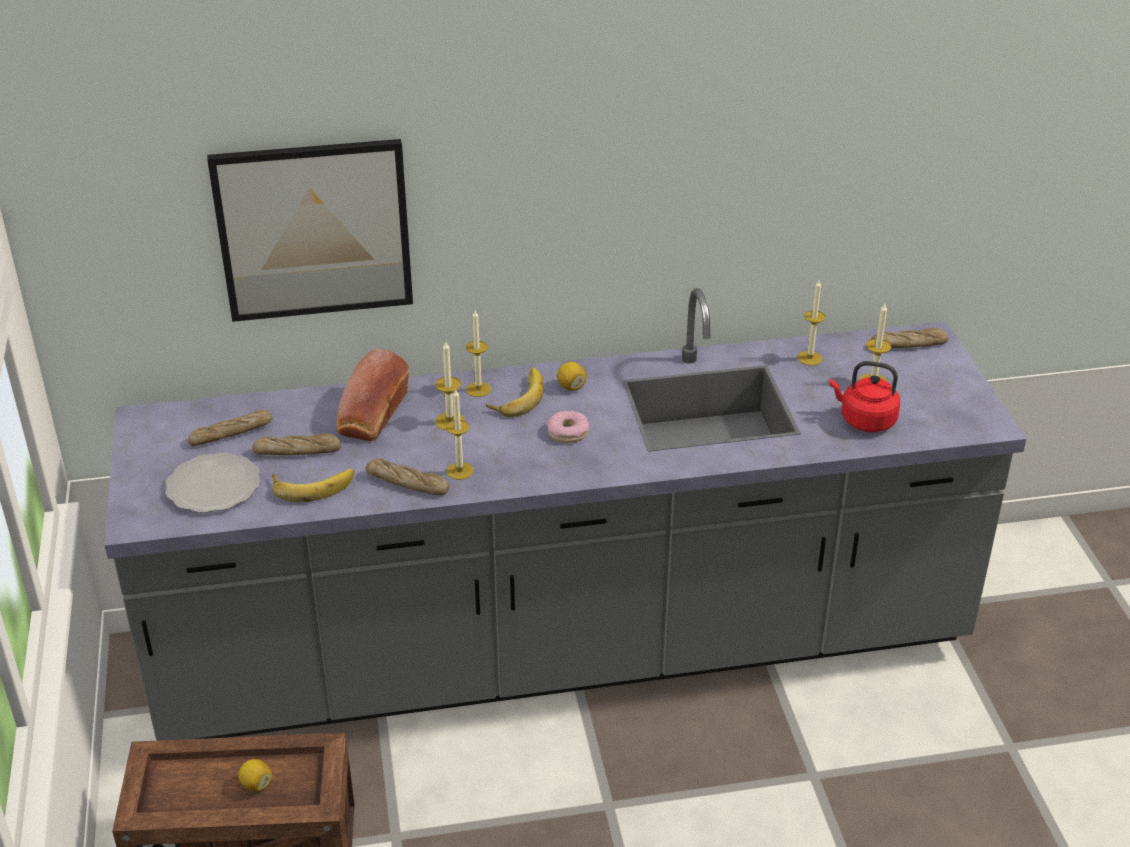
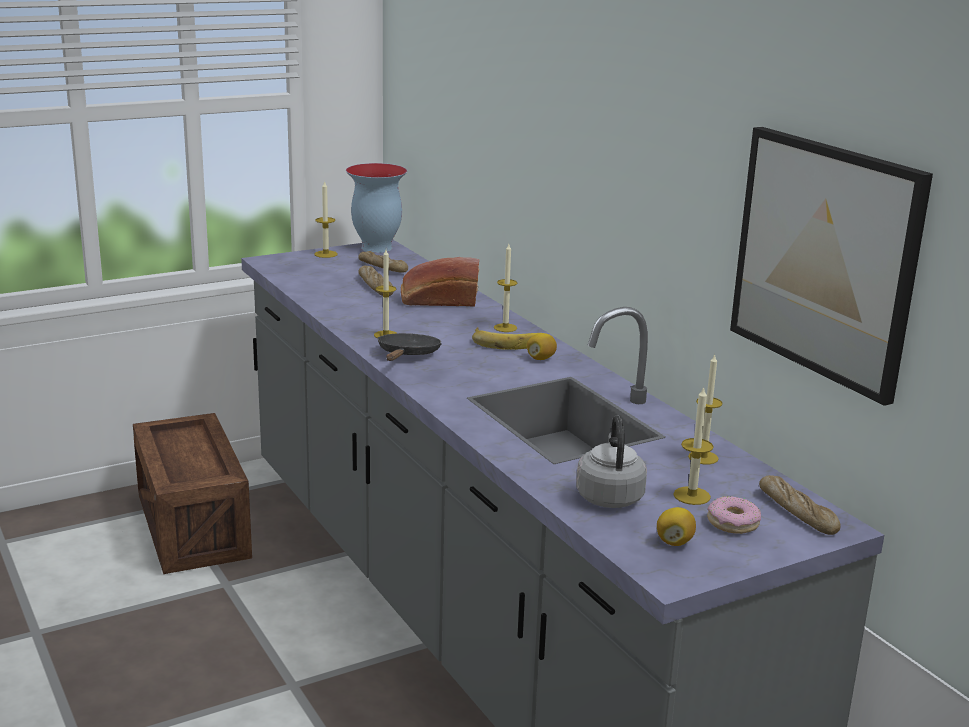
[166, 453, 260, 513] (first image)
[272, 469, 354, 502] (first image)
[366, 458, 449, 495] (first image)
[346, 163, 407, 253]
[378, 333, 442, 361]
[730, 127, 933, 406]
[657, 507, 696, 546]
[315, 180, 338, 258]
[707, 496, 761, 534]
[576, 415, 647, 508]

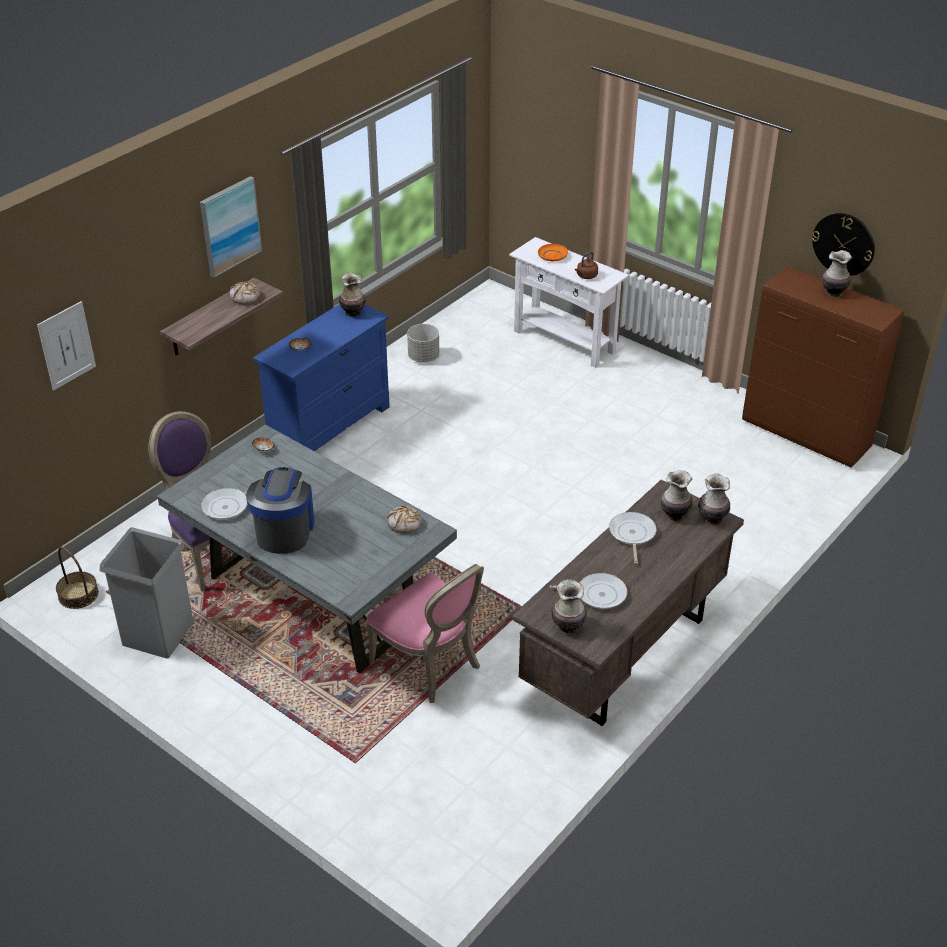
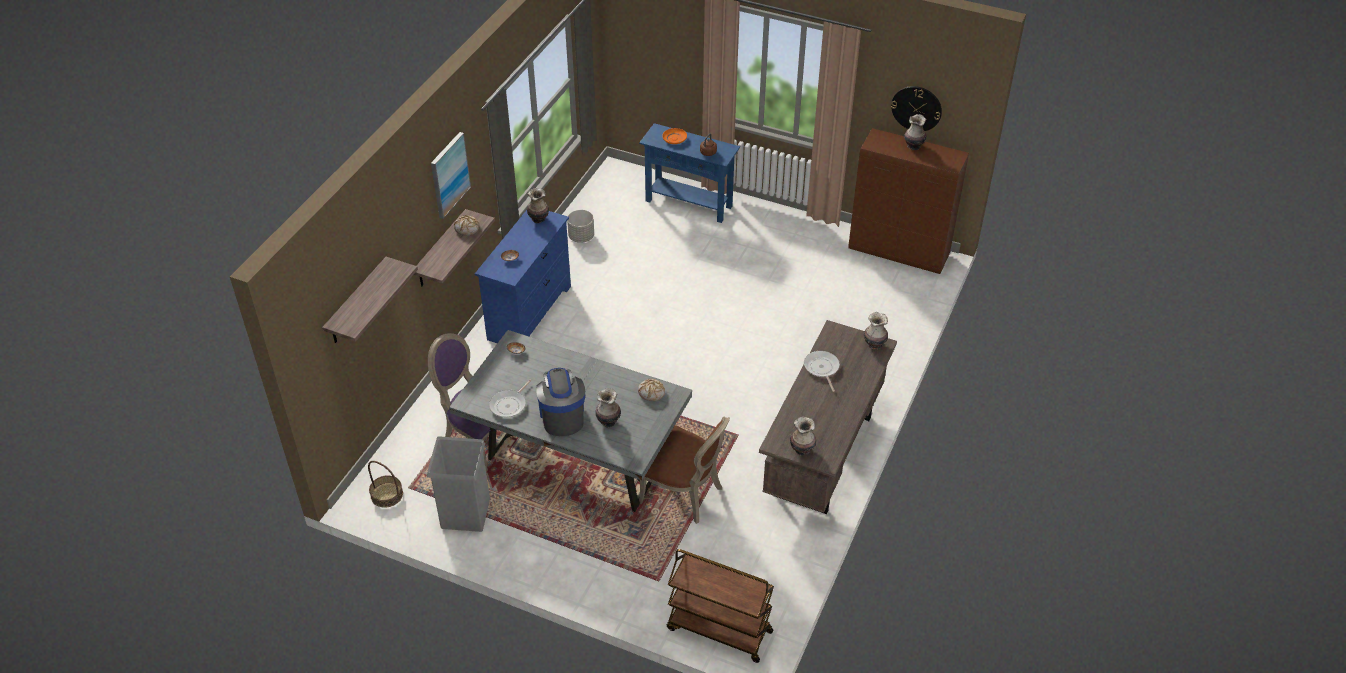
[550, 573, 627, 609] (first image)
[667, 549, 774, 663]
[595, 388, 621, 427]
[322, 257, 418, 343]
[639, 416, 730, 524]
[639, 123, 740, 223]

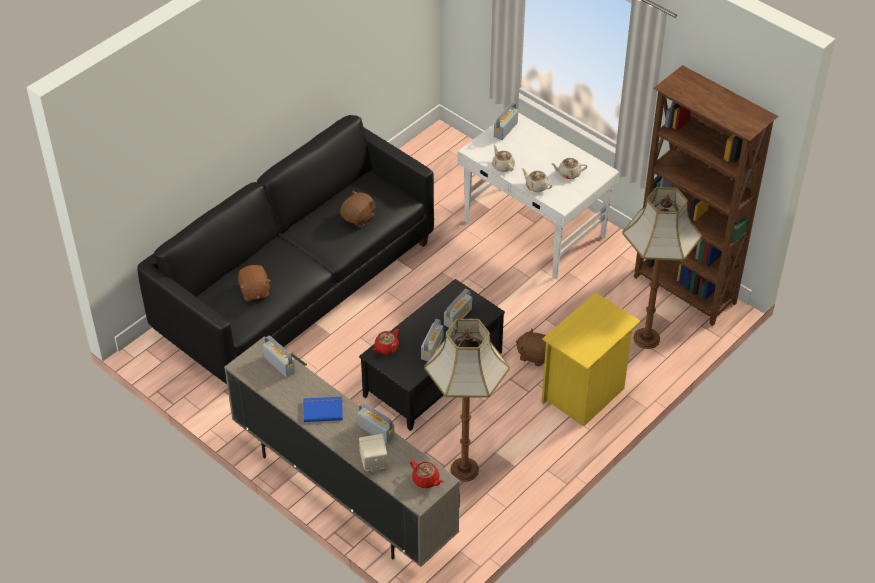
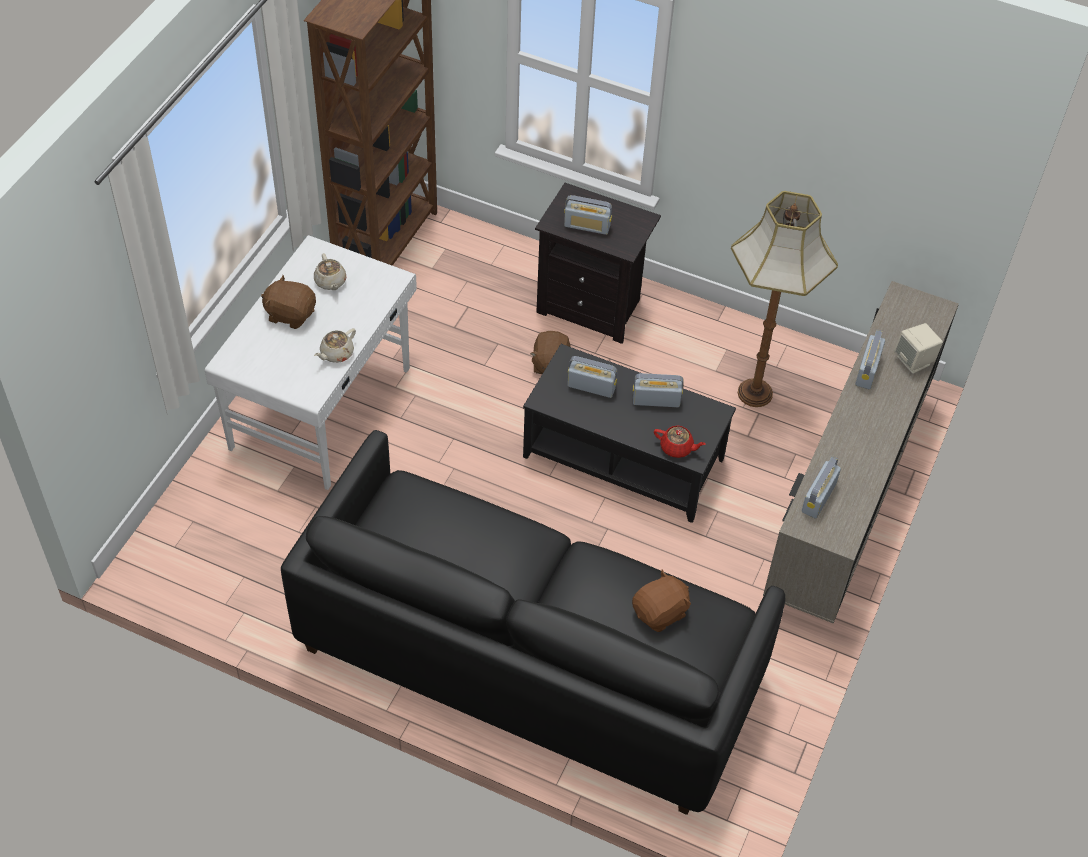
[303, 397, 343, 422] (first image)
[410, 461, 444, 488] (first image)
[521, 168, 552, 192] (first image)
[623, 187, 702, 349] (first image)
[261, 275, 316, 329]
[564, 195, 612, 235]
[535, 183, 661, 344]

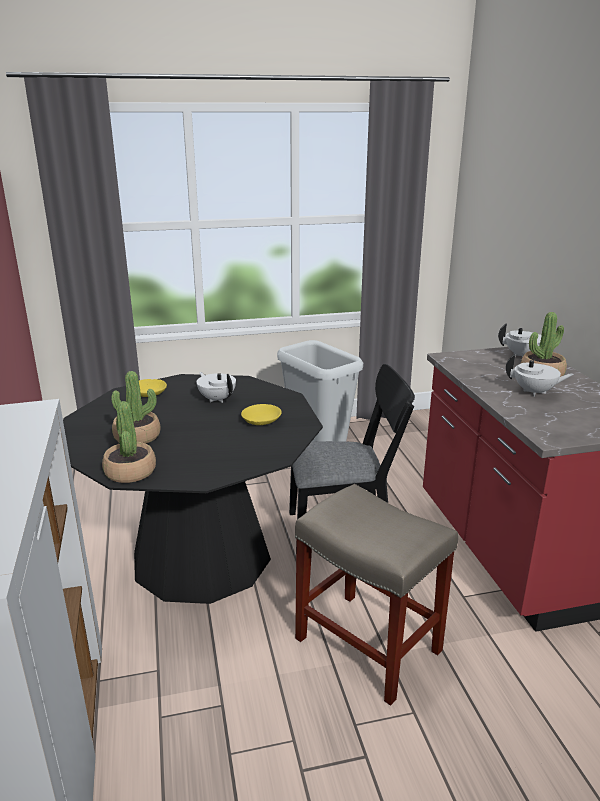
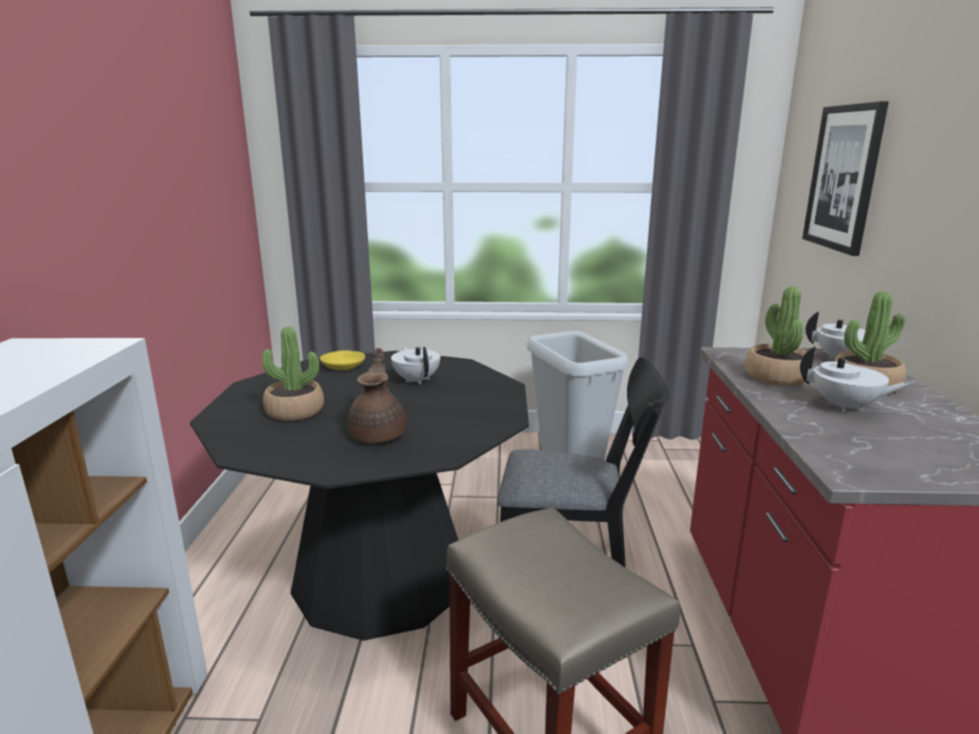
[241, 404, 282, 425] (first image)
[348, 348, 407, 443]
[802, 101, 889, 256]
[745, 286, 813, 386]

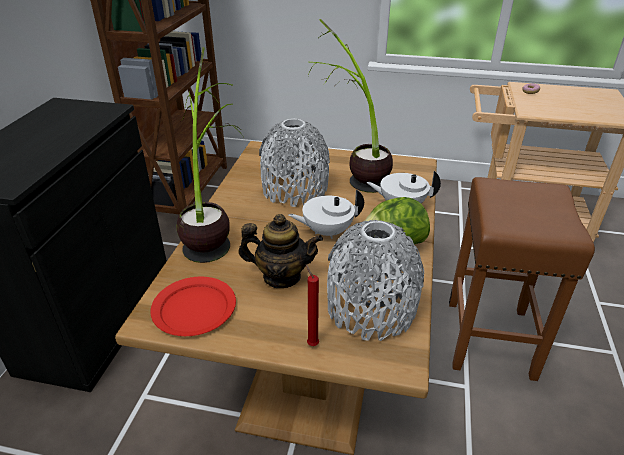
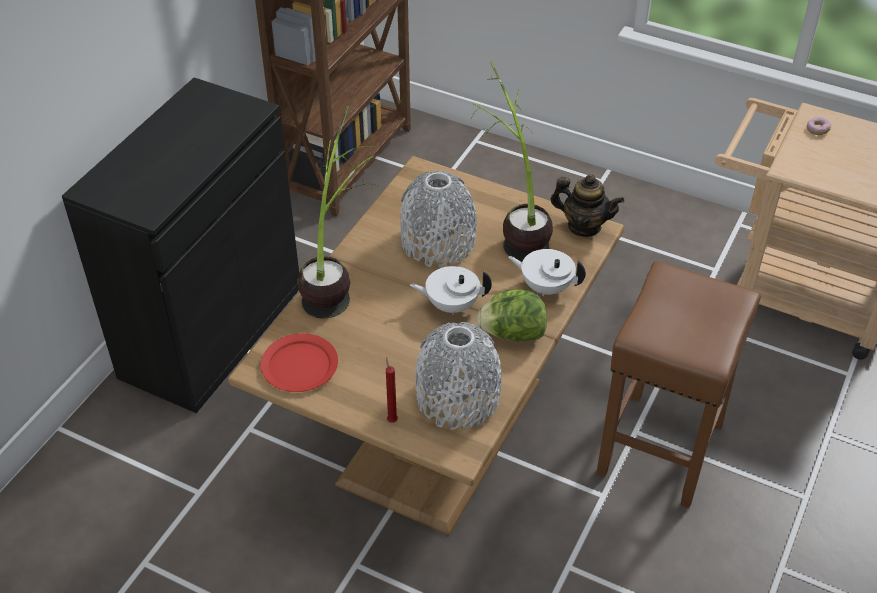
[550, 174, 624, 237]

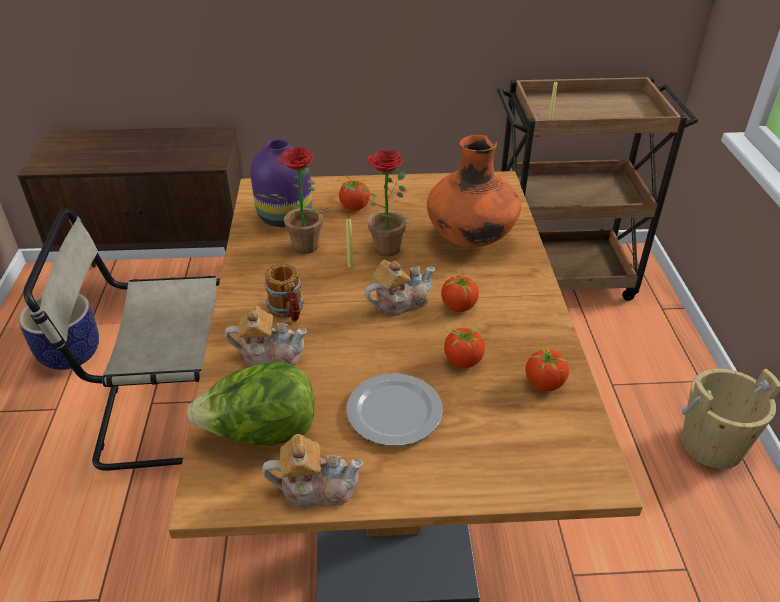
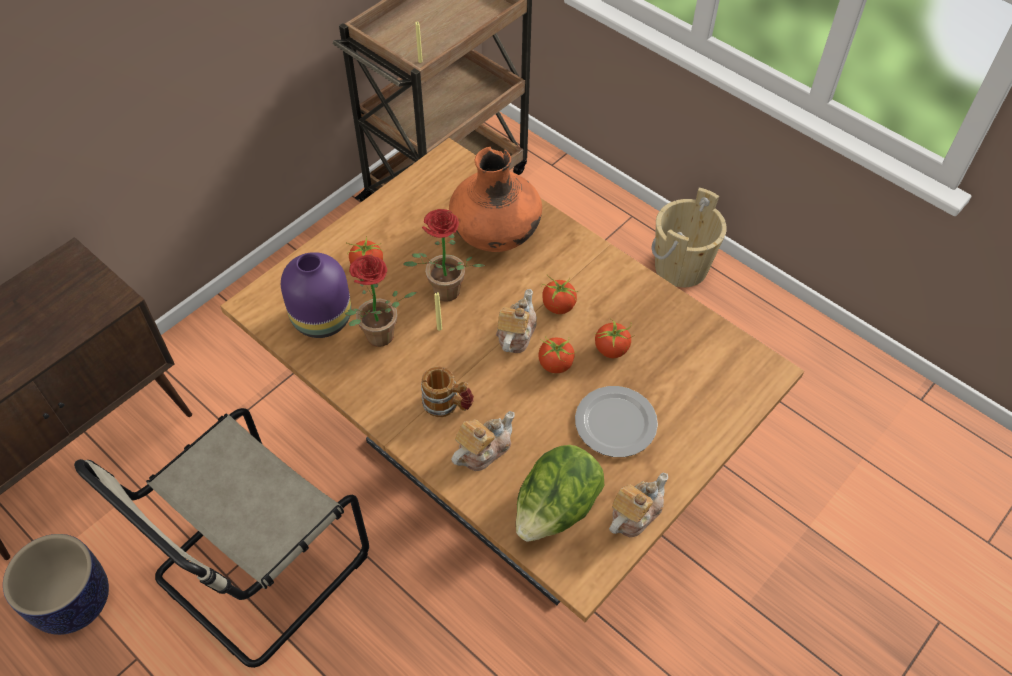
[538, 336, 576, 373]

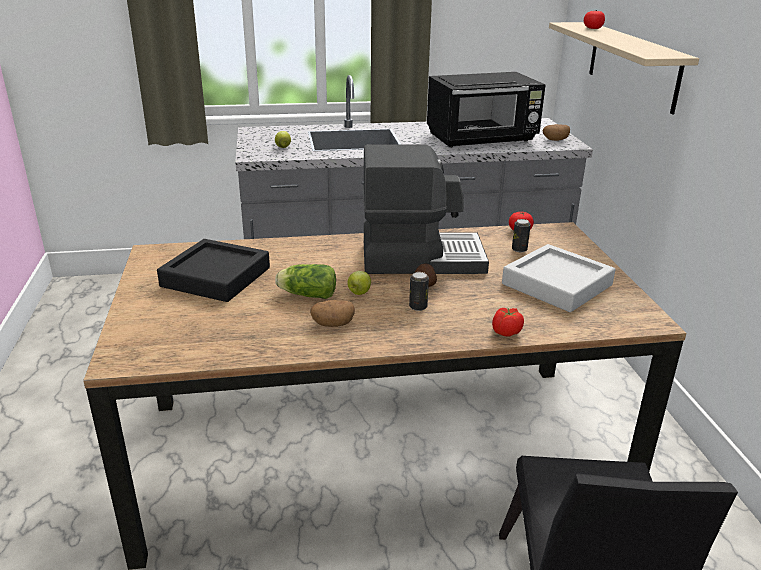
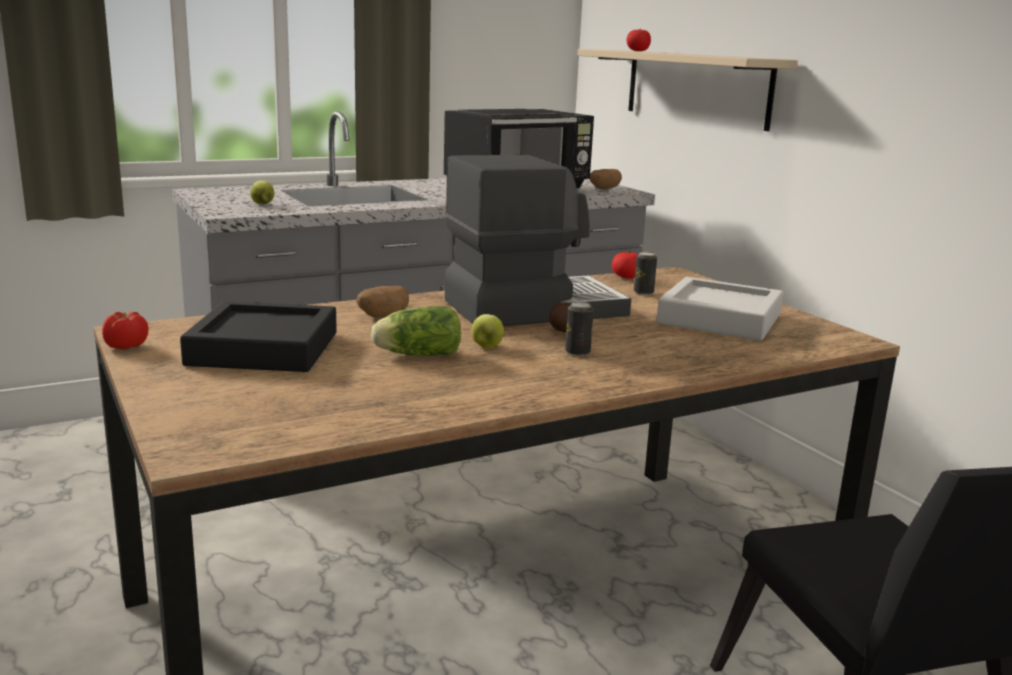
[356, 286, 409, 318]
[102, 312, 149, 350]

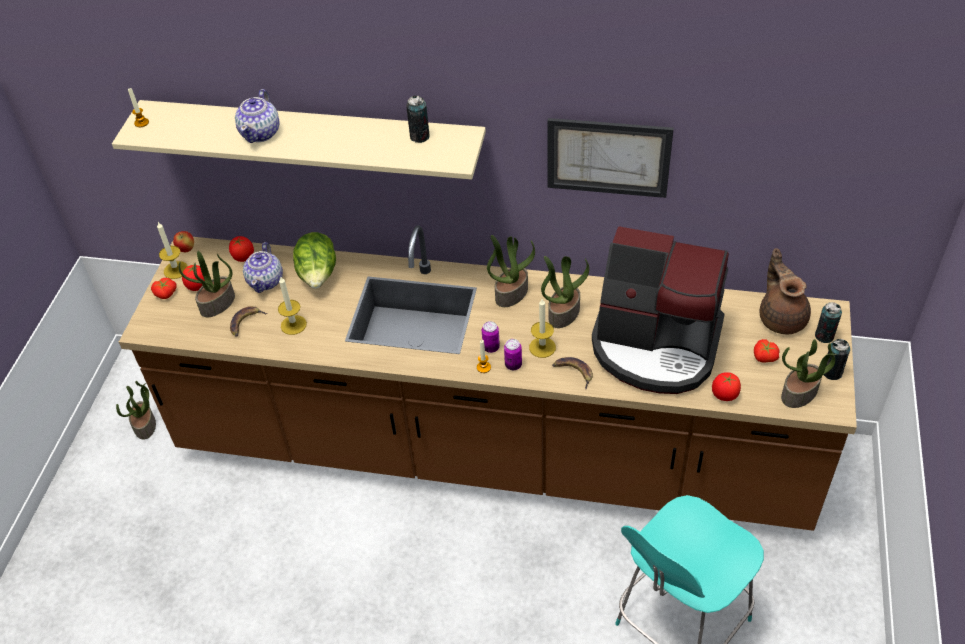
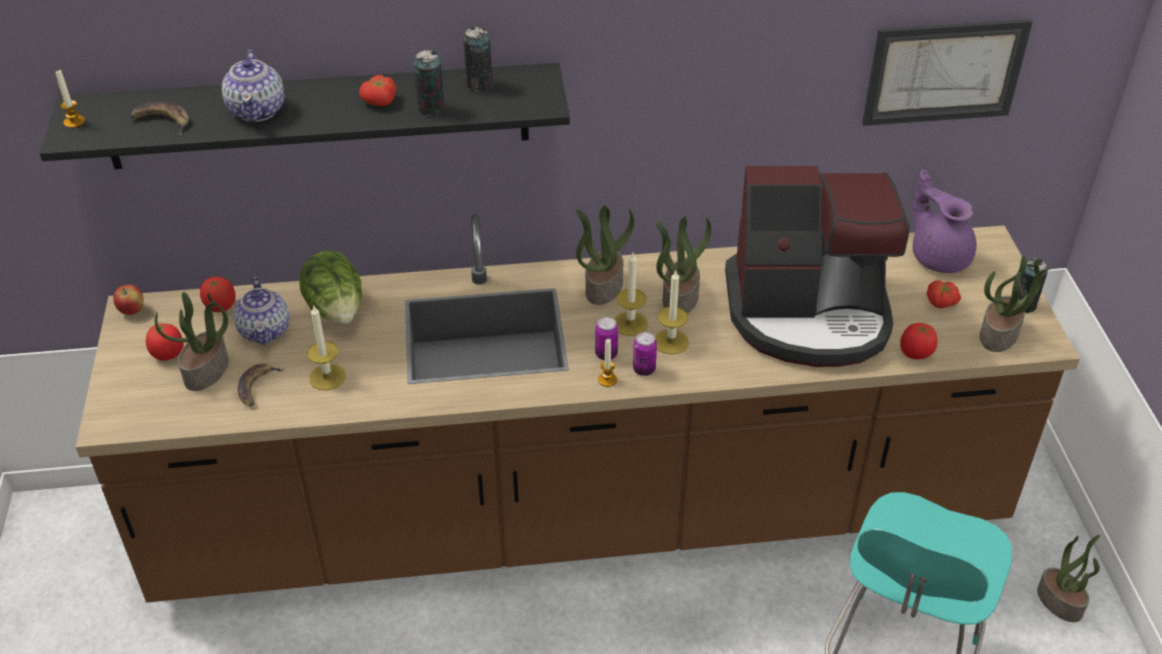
[1037, 535, 1100, 622]
[359, 75, 396, 106]
[614, 253, 648, 336]
[862, 19, 1033, 126]
[129, 101, 189, 136]
[413, 50, 445, 116]
[40, 63, 570, 169]
[913, 169, 977, 273]

